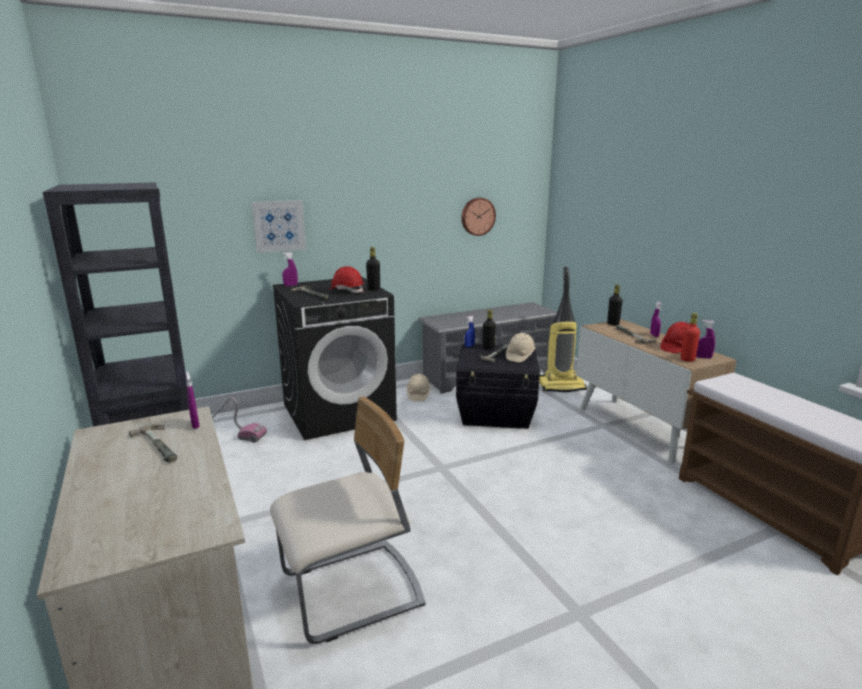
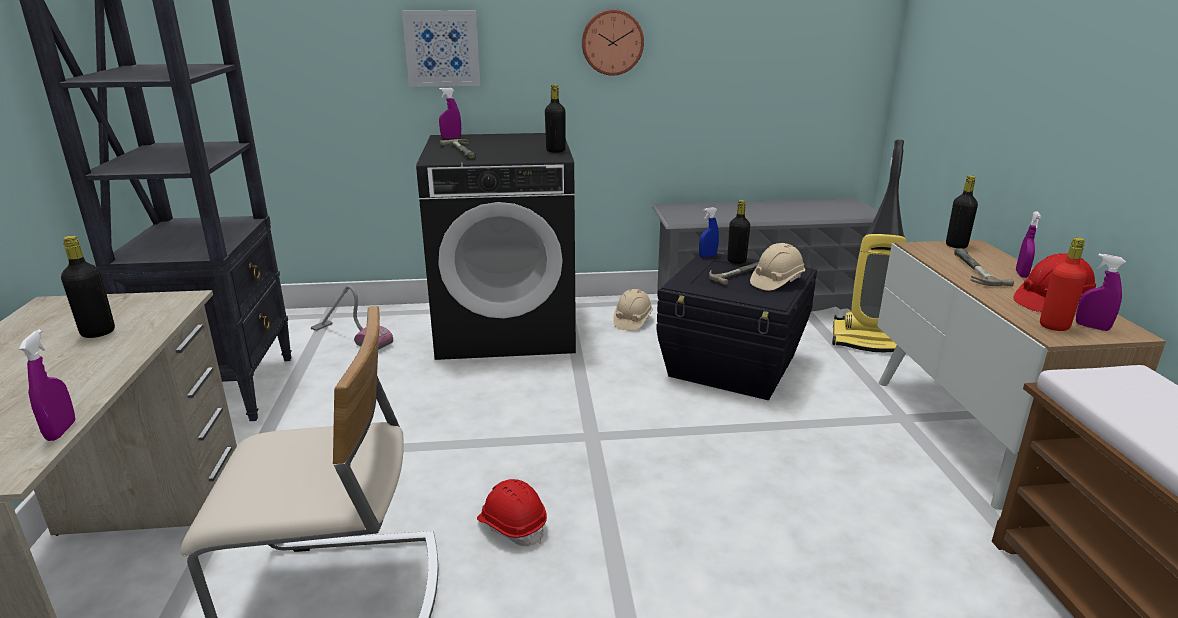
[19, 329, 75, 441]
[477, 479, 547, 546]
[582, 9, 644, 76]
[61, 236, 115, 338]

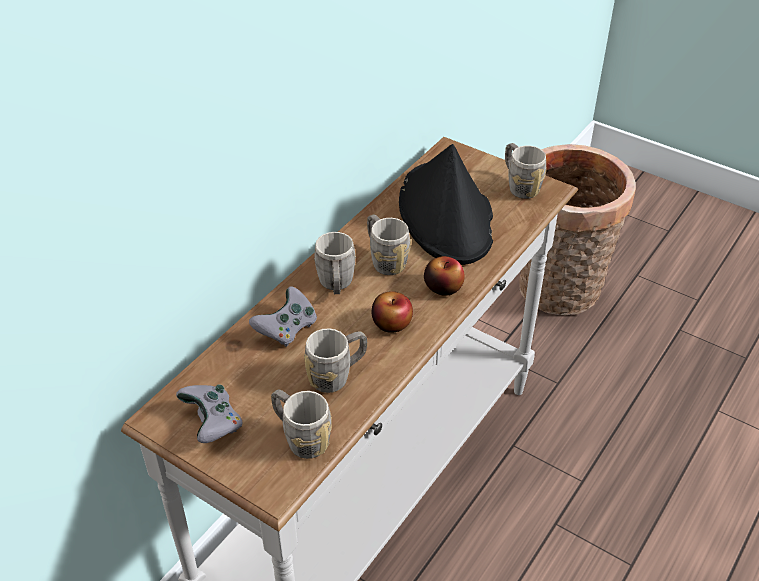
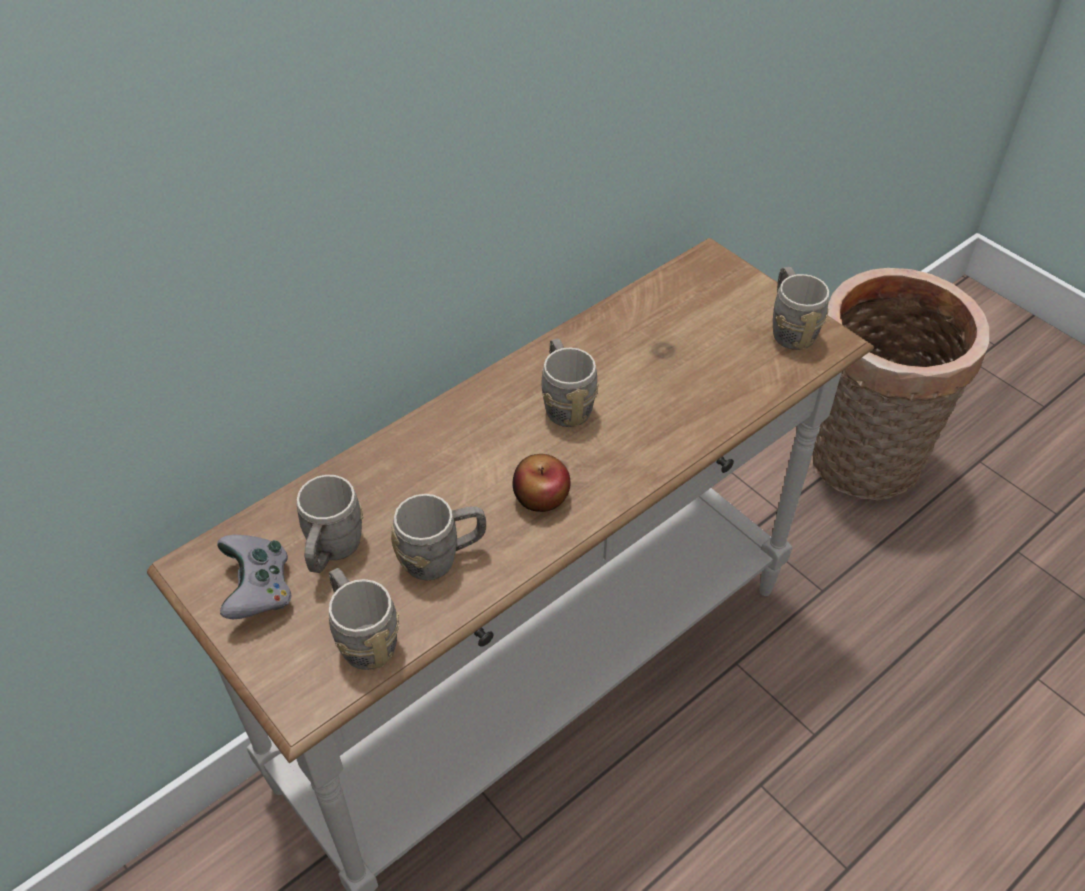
[249, 286, 317, 347] (first image)
[399, 144, 493, 265] (first image)
[424, 256, 465, 296] (first image)
[297, 475, 364, 573]

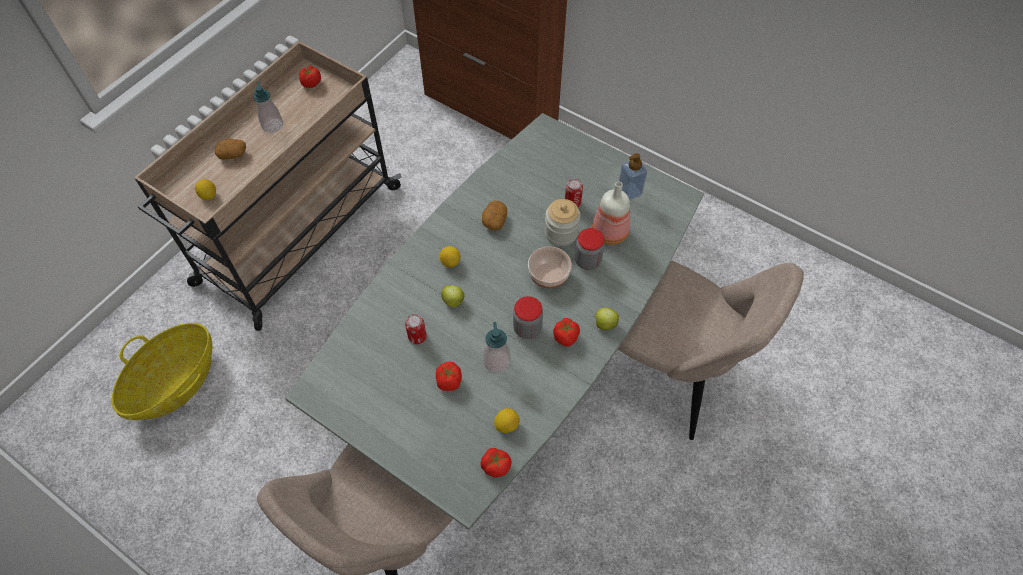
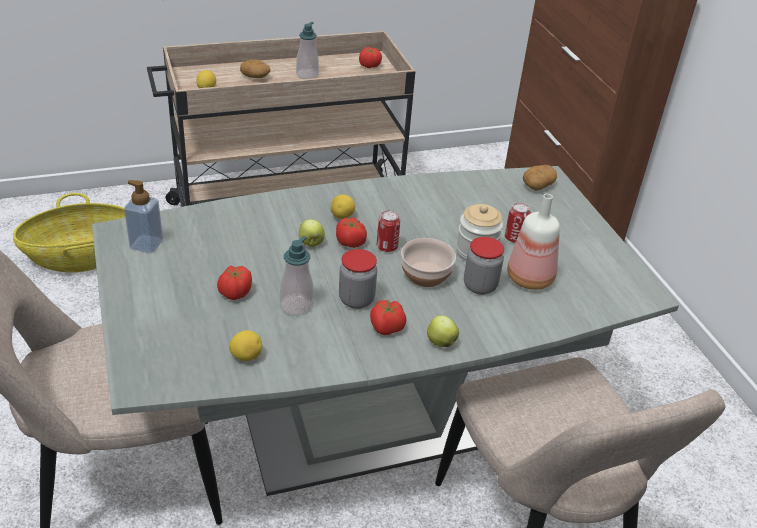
[377, 210, 400, 252]
[336, 217, 367, 248]
[523, 165, 557, 190]
[124, 180, 163, 253]

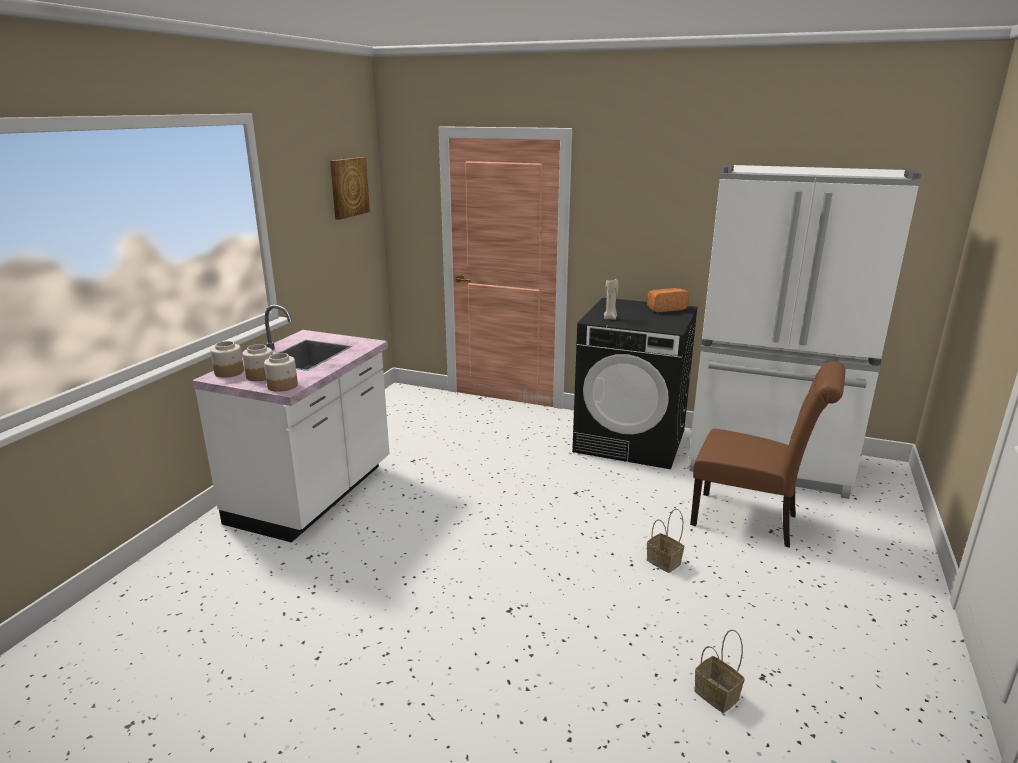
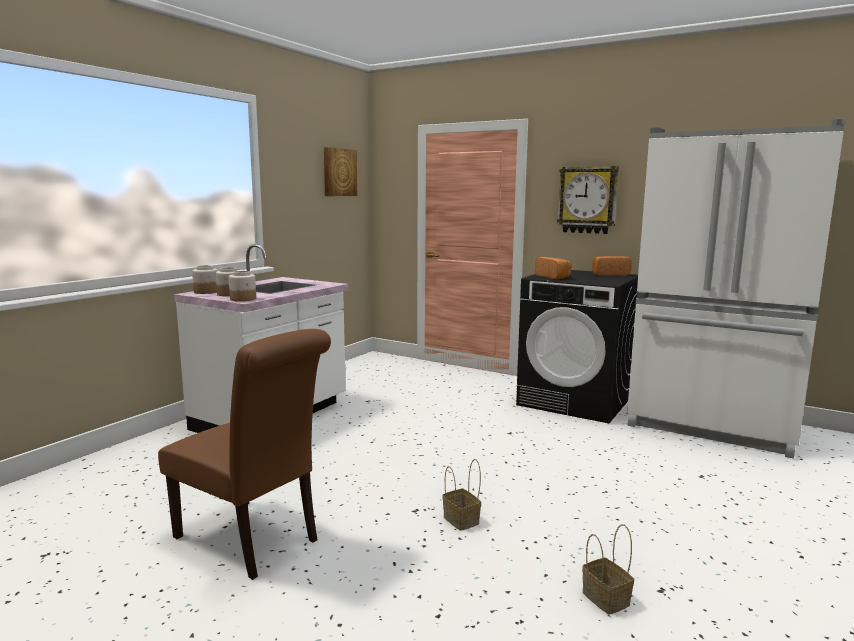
[557, 166, 619, 234]
[442, 459, 481, 531]
[158, 329, 331, 580]
[535, 257, 571, 279]

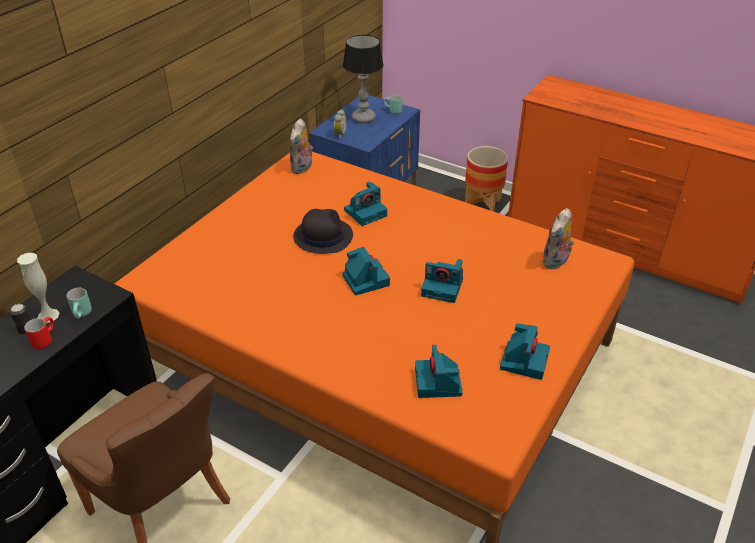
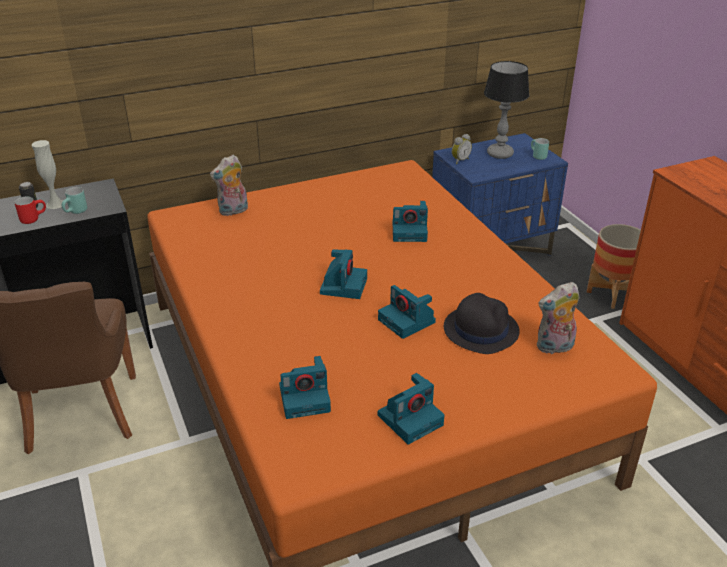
[210, 155, 248, 216]
[444, 293, 520, 354]
[279, 356, 331, 419]

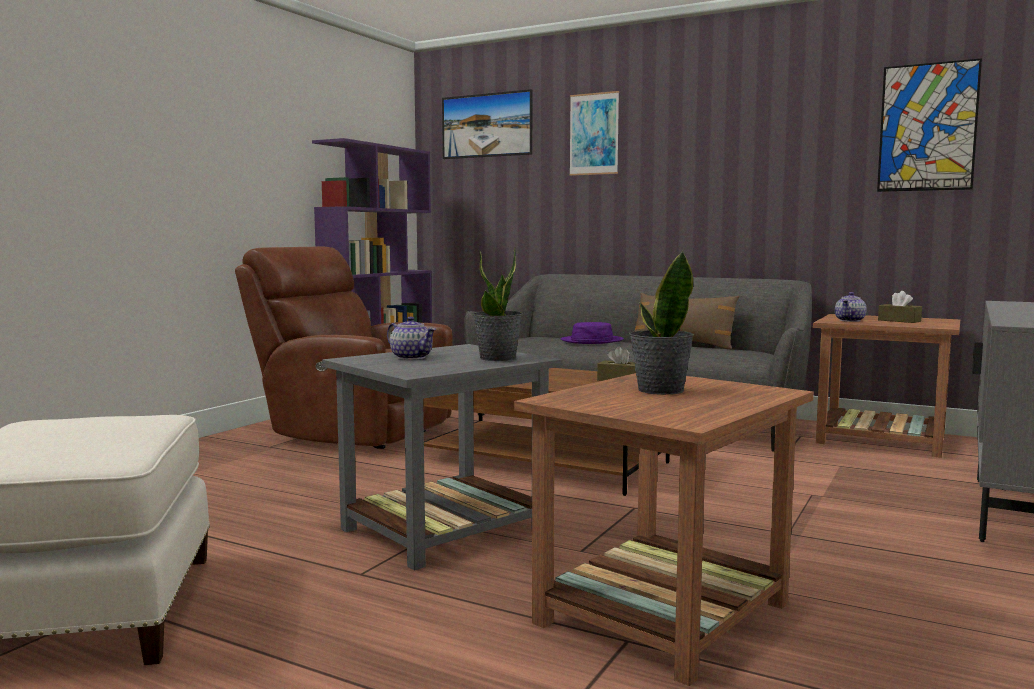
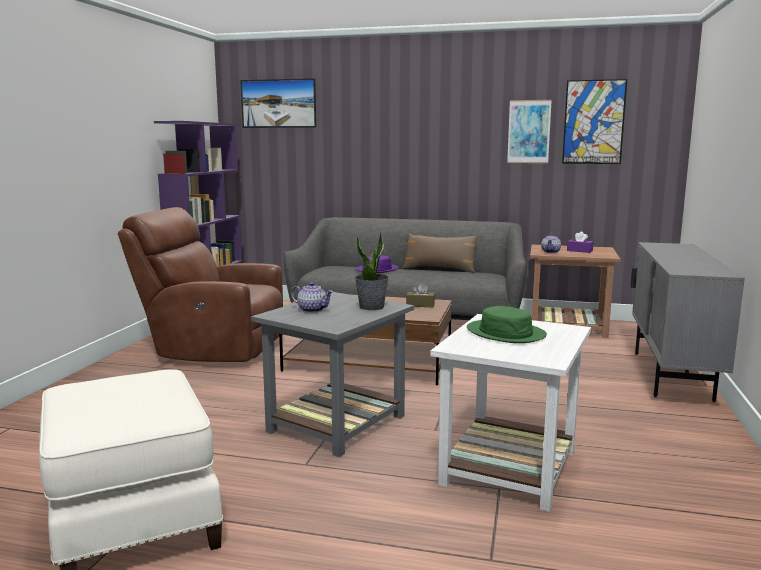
[507, 100, 552, 163]
[467, 306, 547, 343]
[430, 314, 591, 512]
[567, 231, 593, 253]

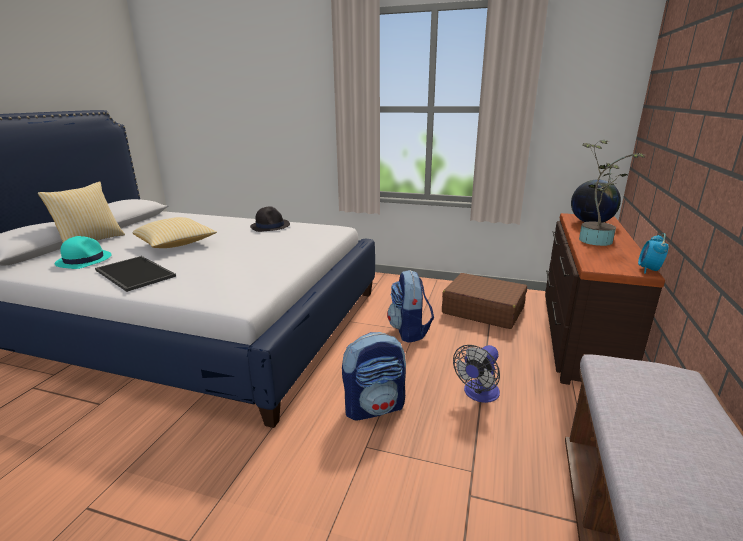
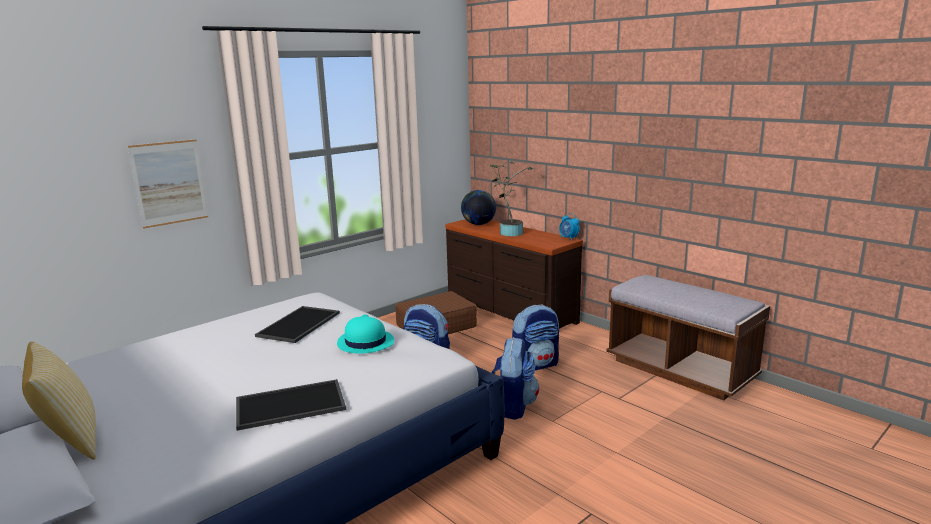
[132, 217, 217, 248] (first image)
[250, 206, 290, 232] (first image)
[128, 139, 208, 229]
[255, 306, 340, 343]
[337, 314, 394, 354]
[512, 304, 559, 370]

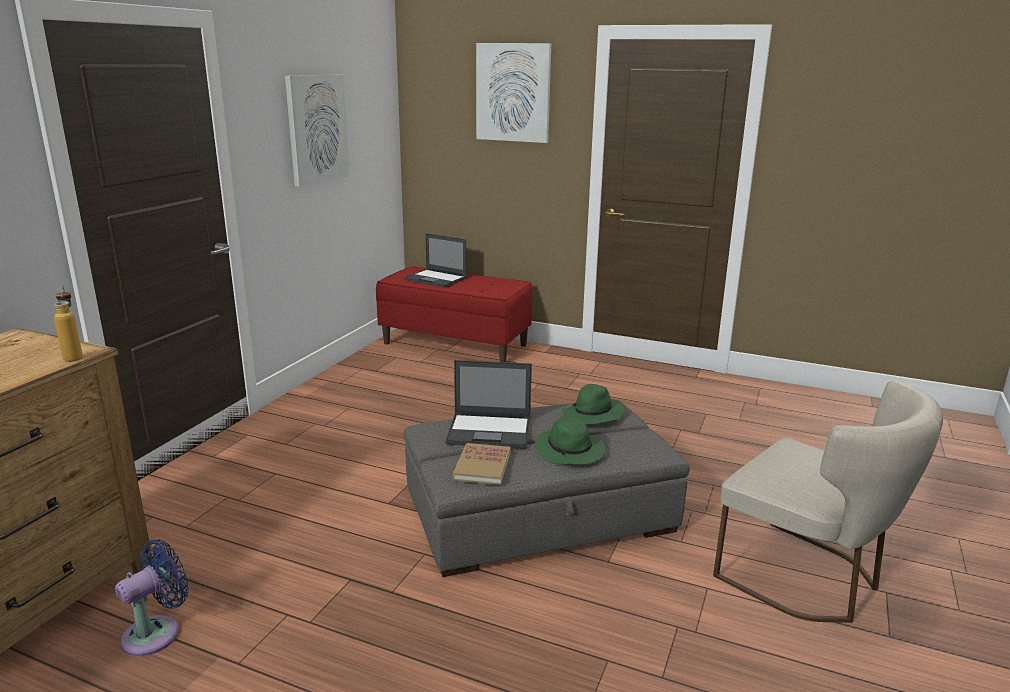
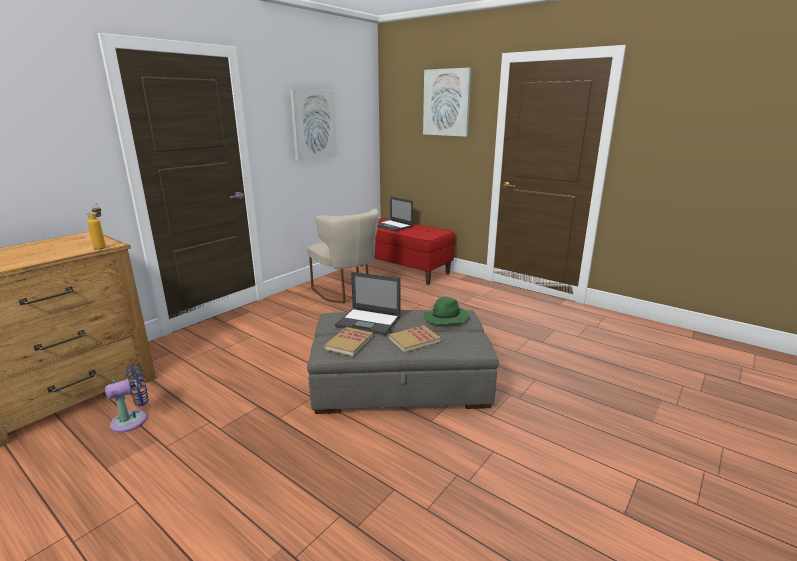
[307, 209, 379, 303]
[389, 325, 441, 353]

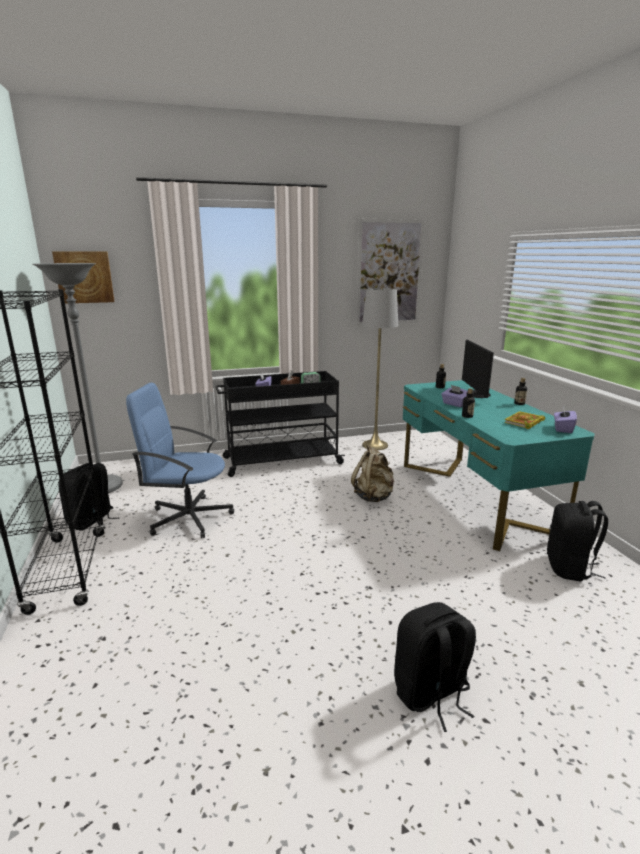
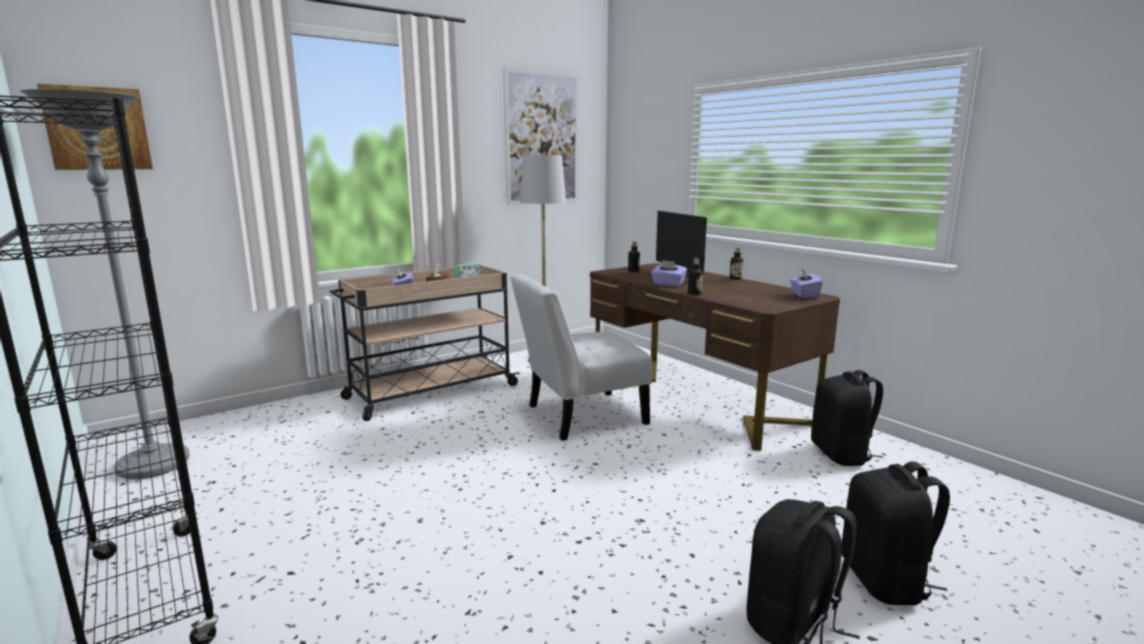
[126, 383, 234, 538] (first image)
[504, 411, 545, 429] (first image)
[841, 461, 950, 605]
[510, 274, 652, 441]
[330, 265, 520, 421]
[590, 263, 840, 451]

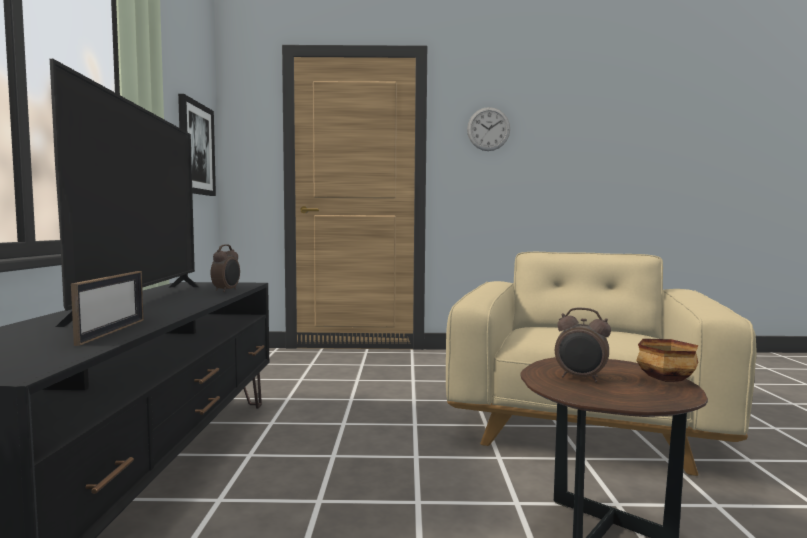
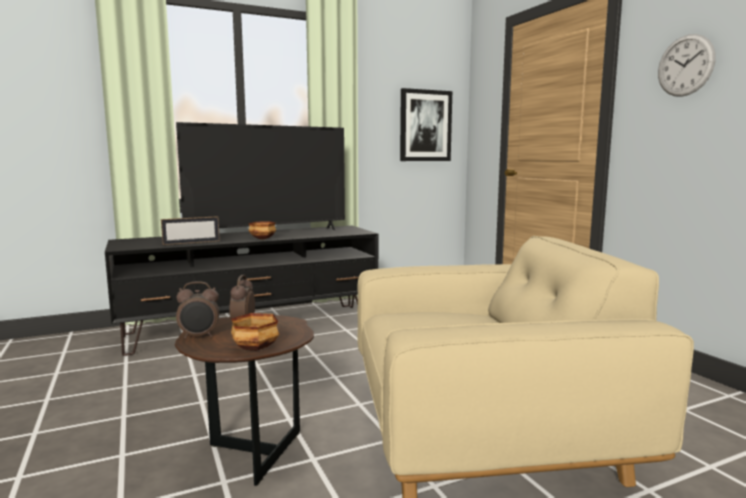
[249, 221, 276, 239]
[176, 281, 219, 338]

